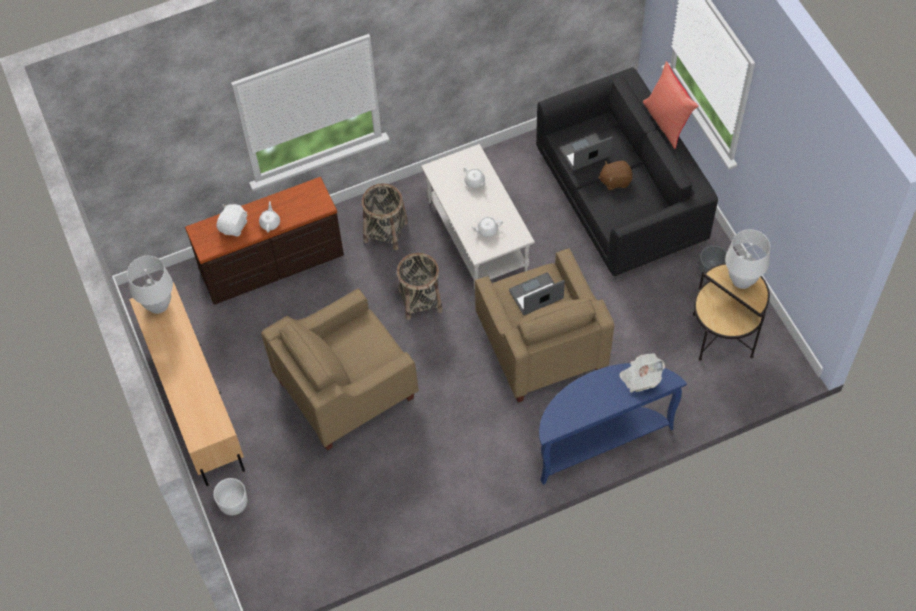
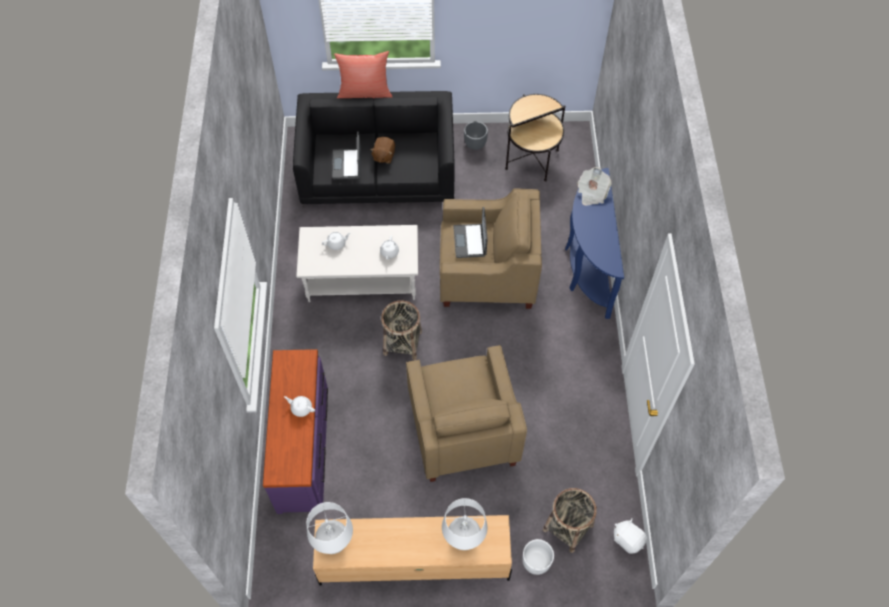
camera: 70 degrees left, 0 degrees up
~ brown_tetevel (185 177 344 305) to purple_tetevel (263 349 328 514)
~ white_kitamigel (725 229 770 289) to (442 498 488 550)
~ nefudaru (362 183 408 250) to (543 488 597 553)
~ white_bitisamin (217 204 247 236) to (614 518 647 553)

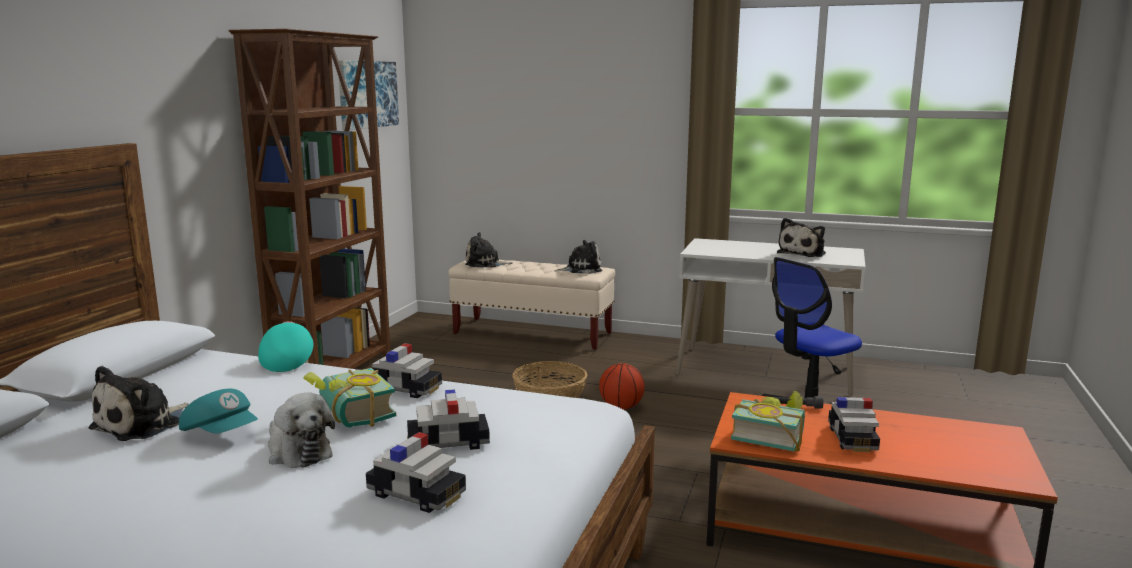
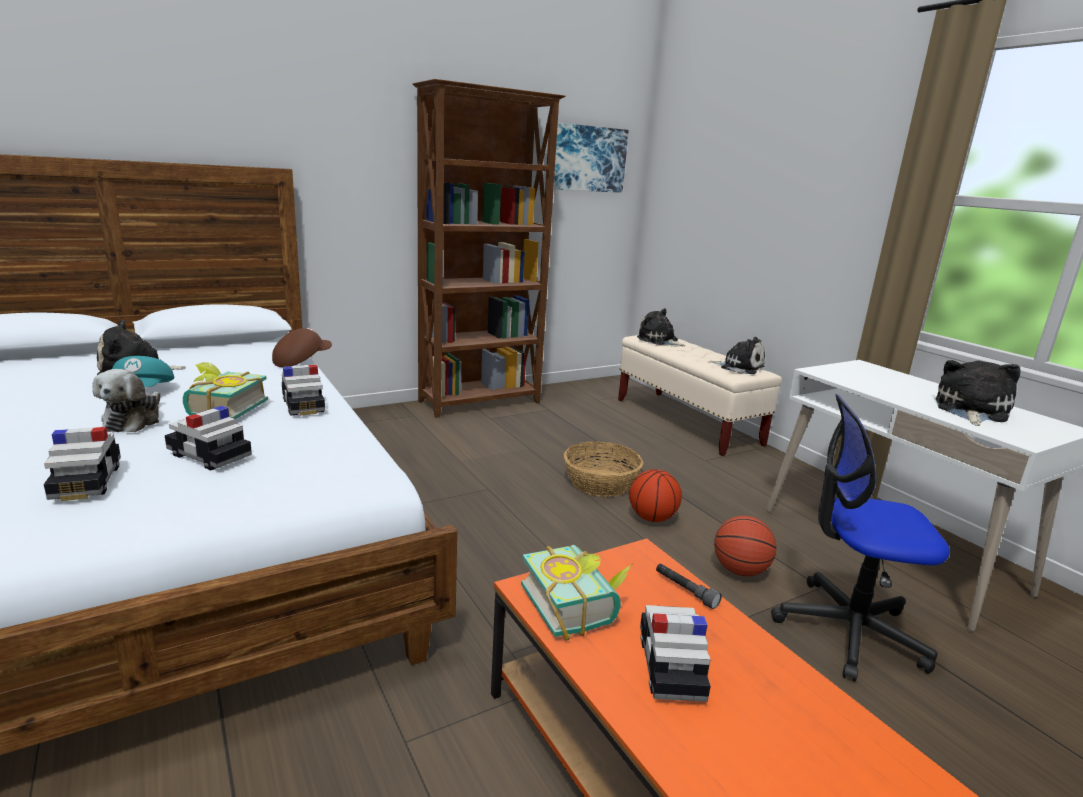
camera: 40 degrees right, 5 degrees up
~ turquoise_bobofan (258 321 313 372) to brown_bobofan (272 328 332 367)
~ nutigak (828 397 880 452) = (640 605 711 702) 135 degrees clockwise
+ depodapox (714 516 776 577)
~ bitisamin (777 218 826 257) = (935 360 1020 426) 135 degrees clockwise

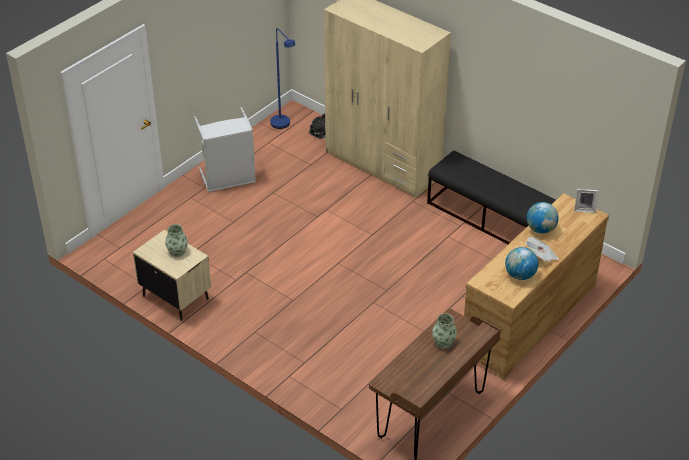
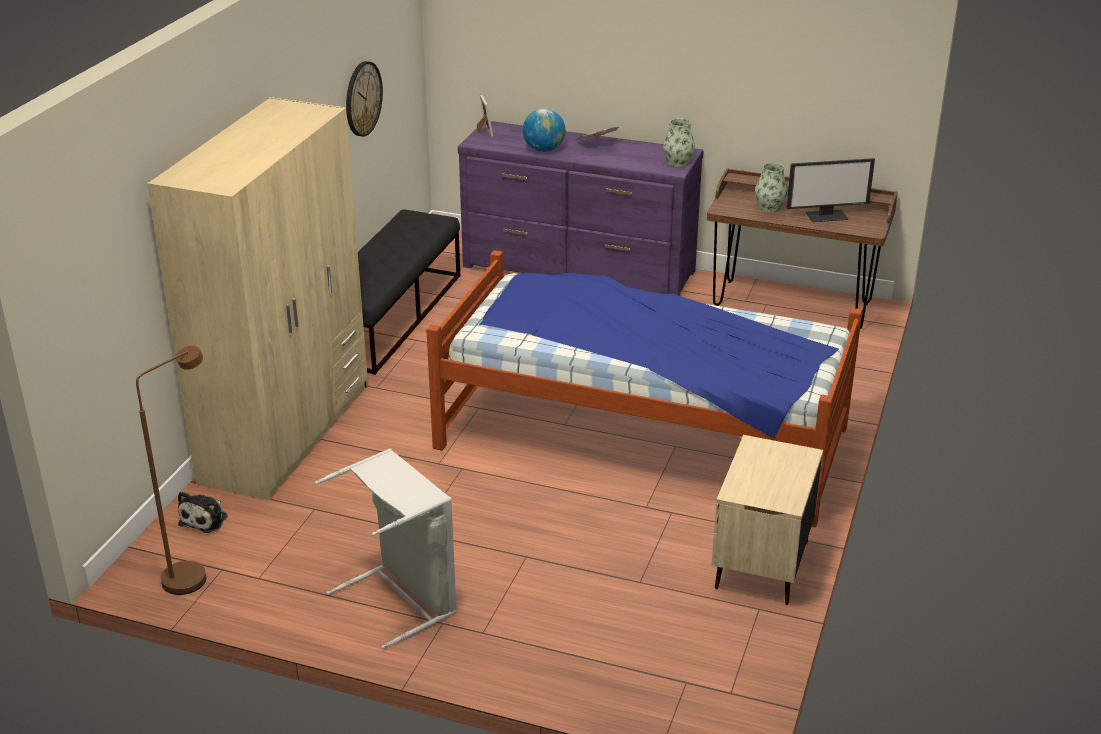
camera: 110 degrees left, 10 degrees down
~ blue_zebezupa (270 28 295 129) to brown_zebezupa (136 346 206 595)
+ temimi (346 61 383 137)
+ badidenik (426 250 862 528)
~ brown_tetevel (464 193 609 381) to purple_tetevel (458 121 704 296)
~ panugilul (165 224 188 257) to (663 118 695 167)
+ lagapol (787 158 875 222)
- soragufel (505 247 538 280)

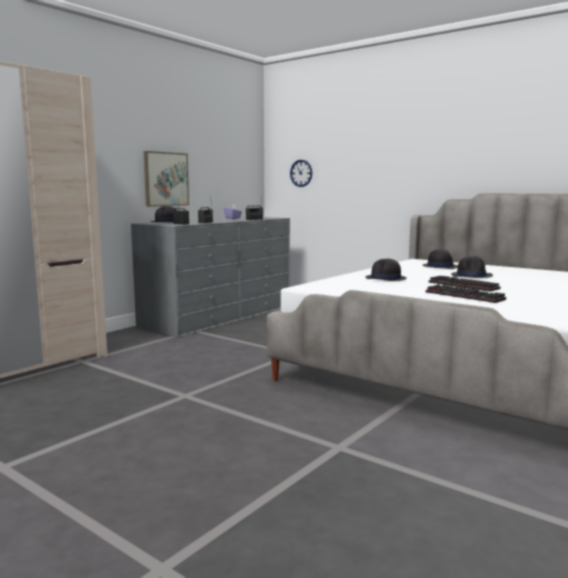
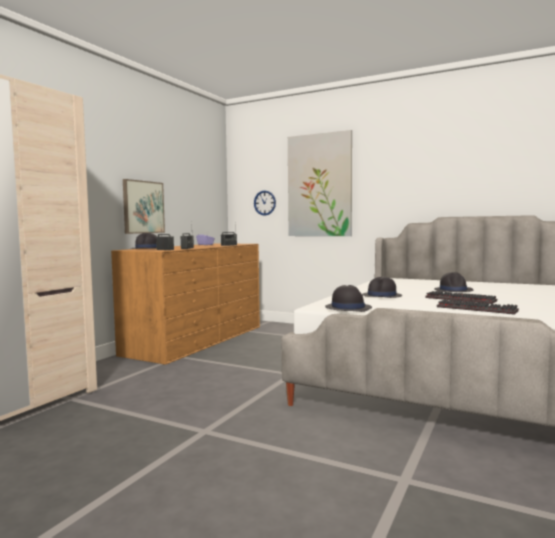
camera: 10 degrees left, 5 degrees down
~ grey_tetevel (131 217 290 337) to brown_tetevel (111 243 260 365)
+ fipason (288 130 352 236)
~ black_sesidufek (423 249 458 269) to (325 285 372 312)

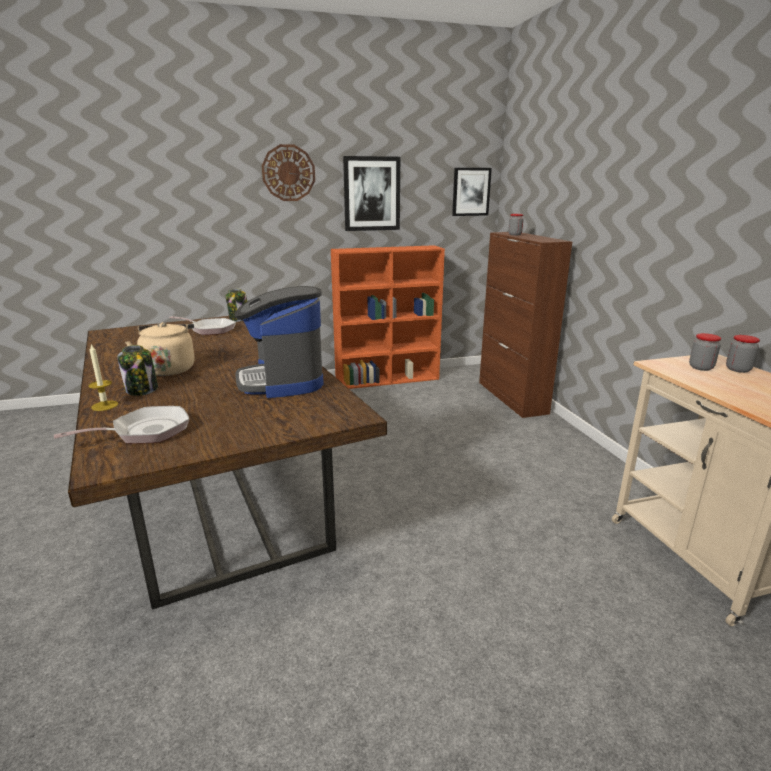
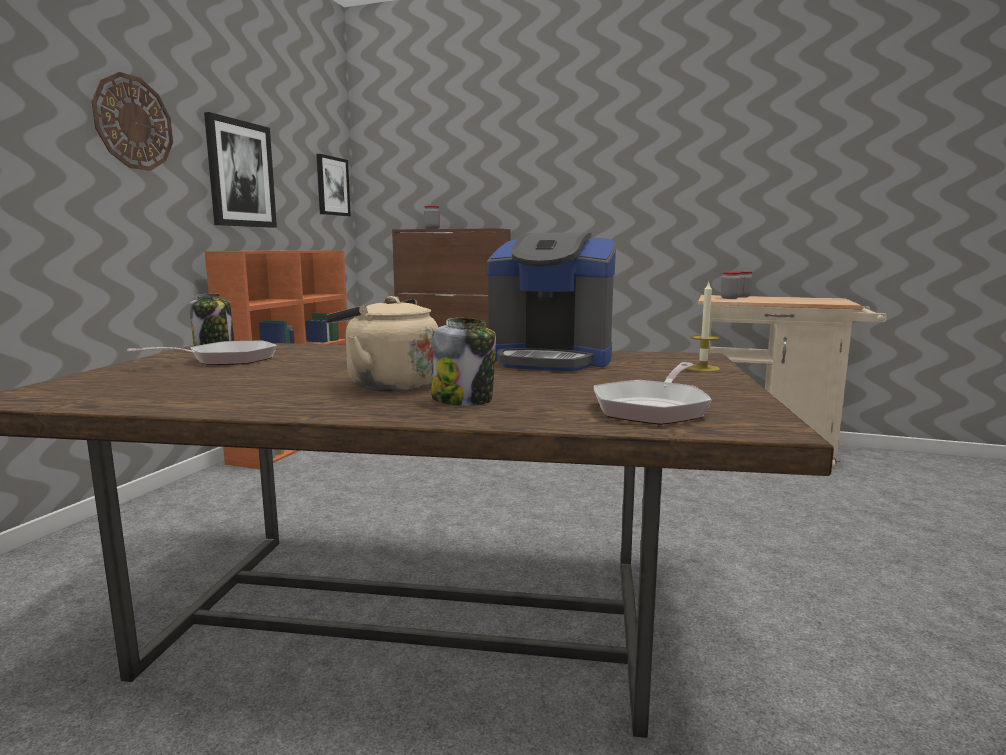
camera: 55 degrees left, 10 degrees down
~ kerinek (54 406 189 444) = (594 362 712 425) 150 degrees counterclockwise
~ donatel (88 344 118 411) to (687 282 720 372)

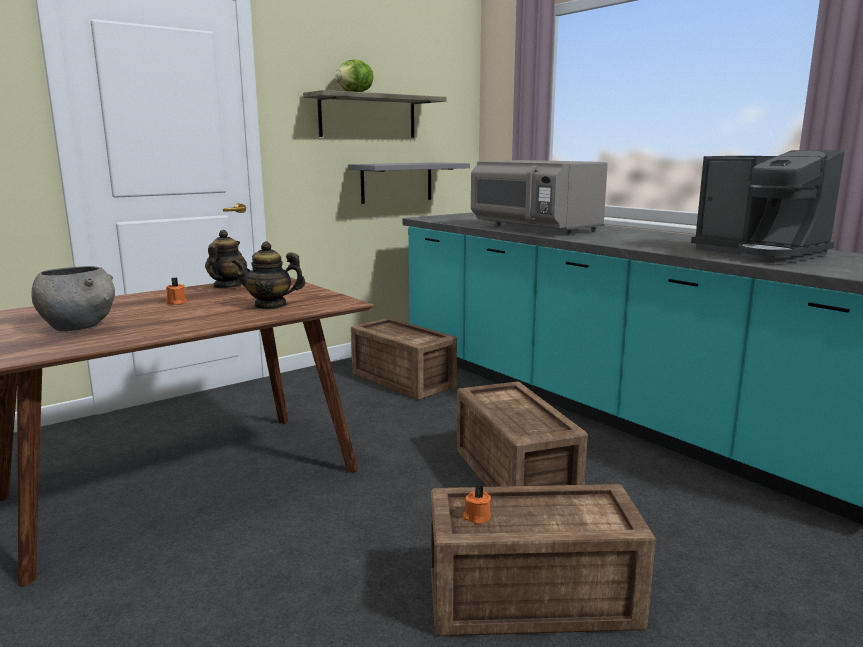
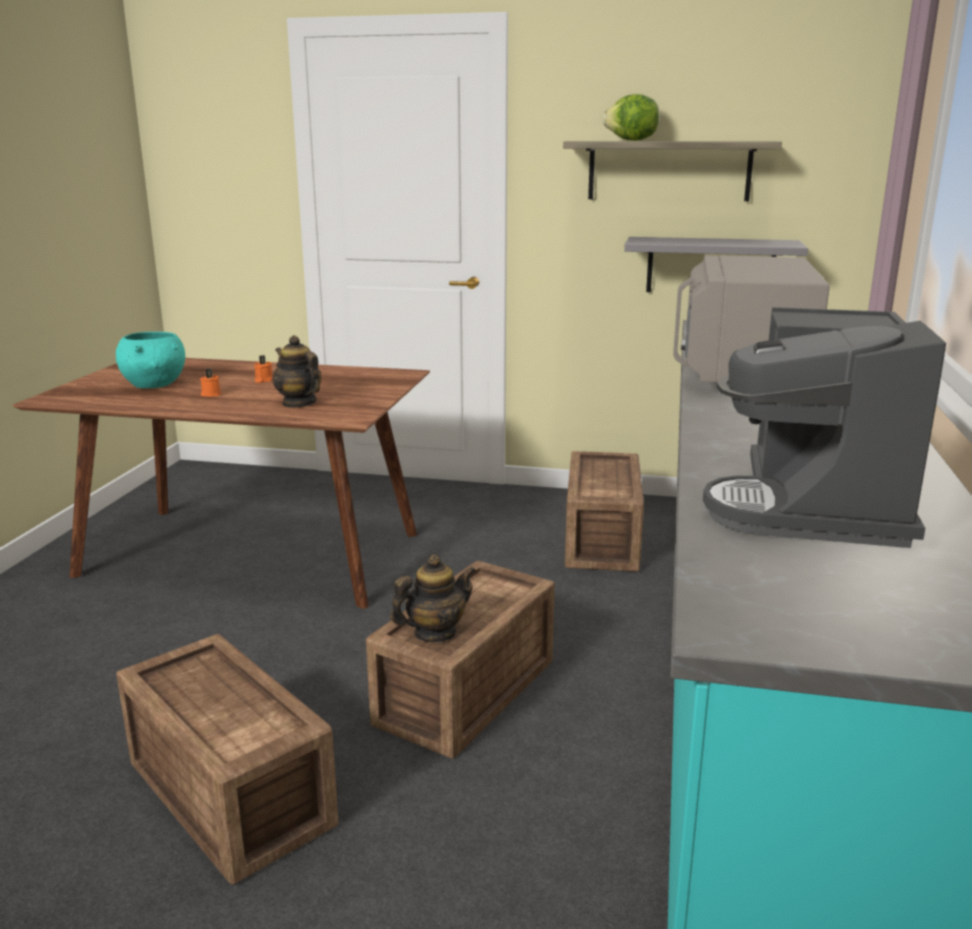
camera: 50 degrees right, 5 degrees up
~ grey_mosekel (31 266 115 331) to turquoise_mosekel (116 332 185 388)
~ orange_donatel (463 485 491 524) to (200 368 222 397)
~ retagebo (205 230 247 288) to (390 554 476 642)

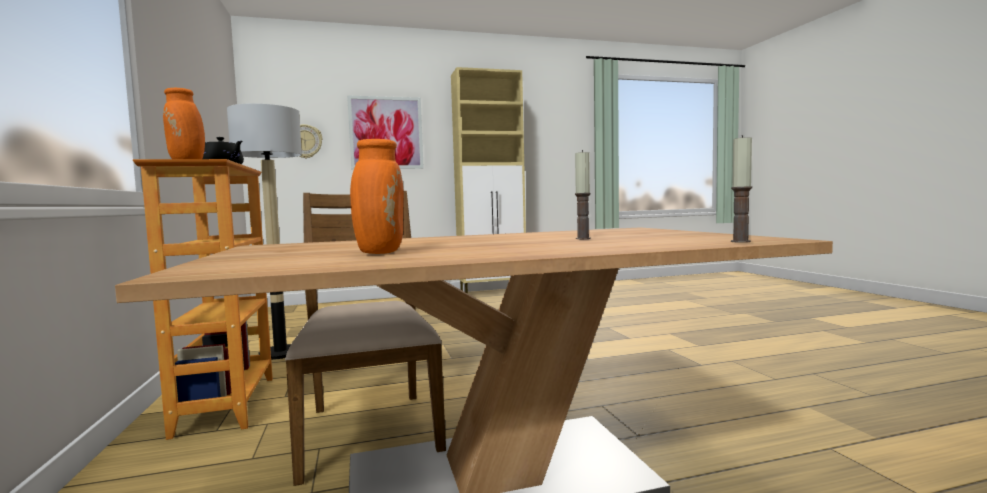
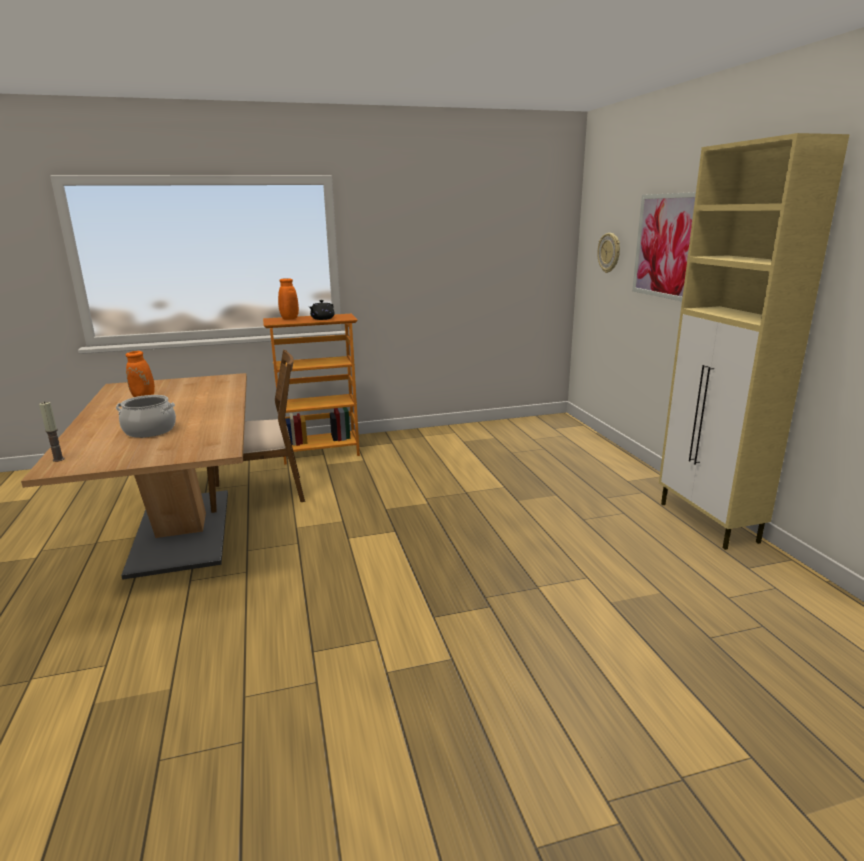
camera: 90 degrees right, 15 degrees up
~ donatel (575 150 591 239) to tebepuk (116 395 176 438)
- zebezupa (227 104 302 360)

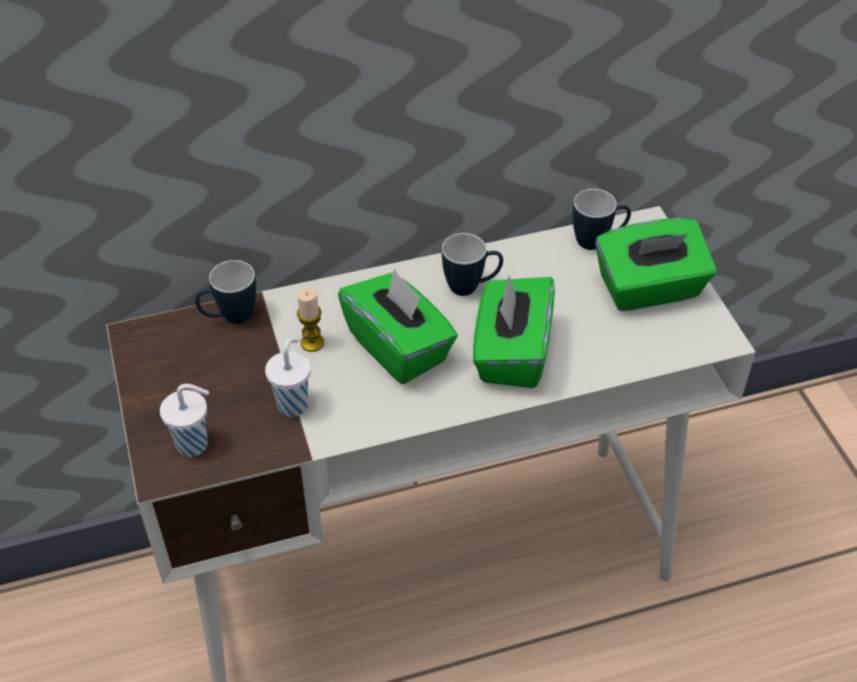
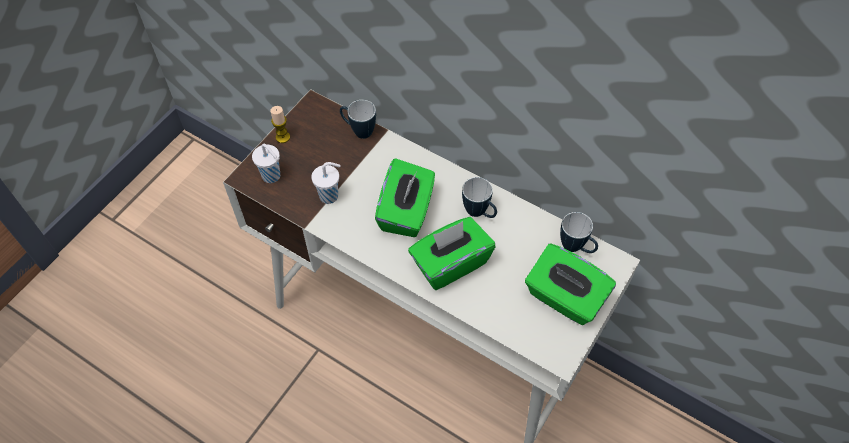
camera: 50 degrees right, 10 degrees up
~ donatel (297 288 324 352) to (270 106 290 143)

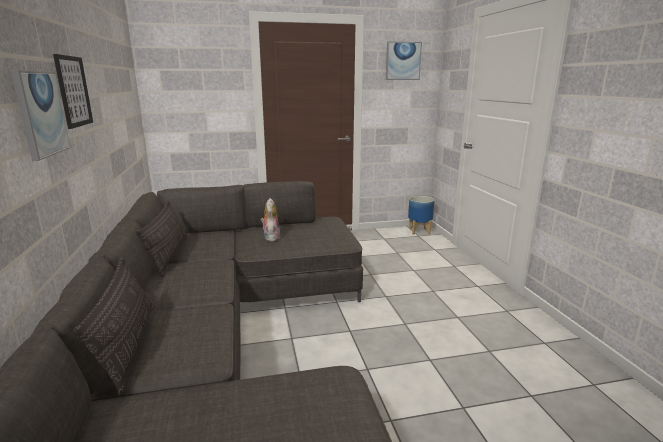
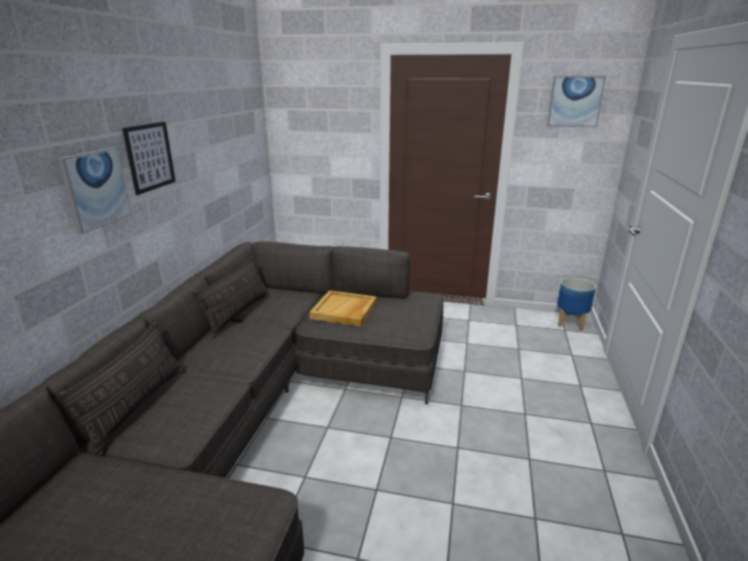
camera: 25 degrees right, 5 degrees up
~ bitisamin (261 198 280 241) to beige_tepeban (309 290 377 327)

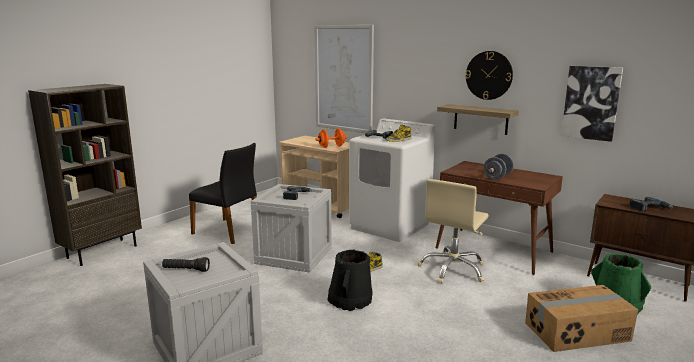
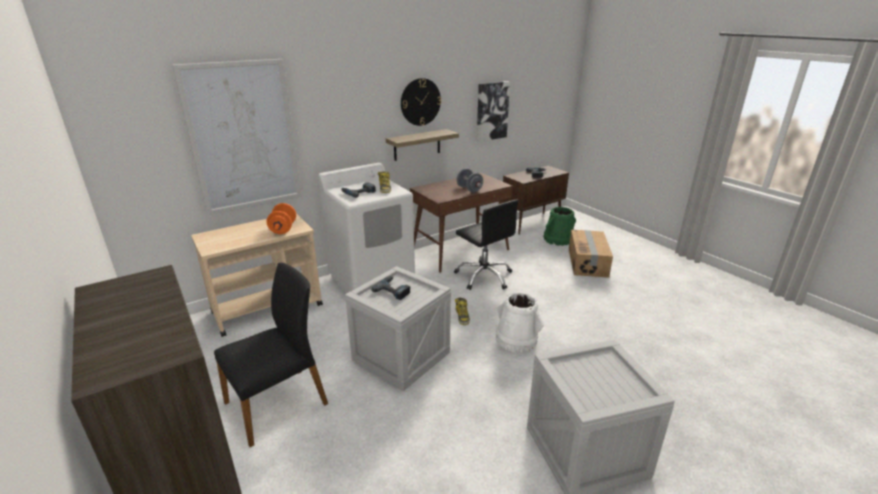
camera: 70 degrees left, 10 degrees up
~ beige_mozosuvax (418 179 489 284) to black_mozosuvax (454 199 519 290)
~ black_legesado (328 250 372 311) to white_legesado (496 293 544 353)
- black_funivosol (162 257 210 272)

